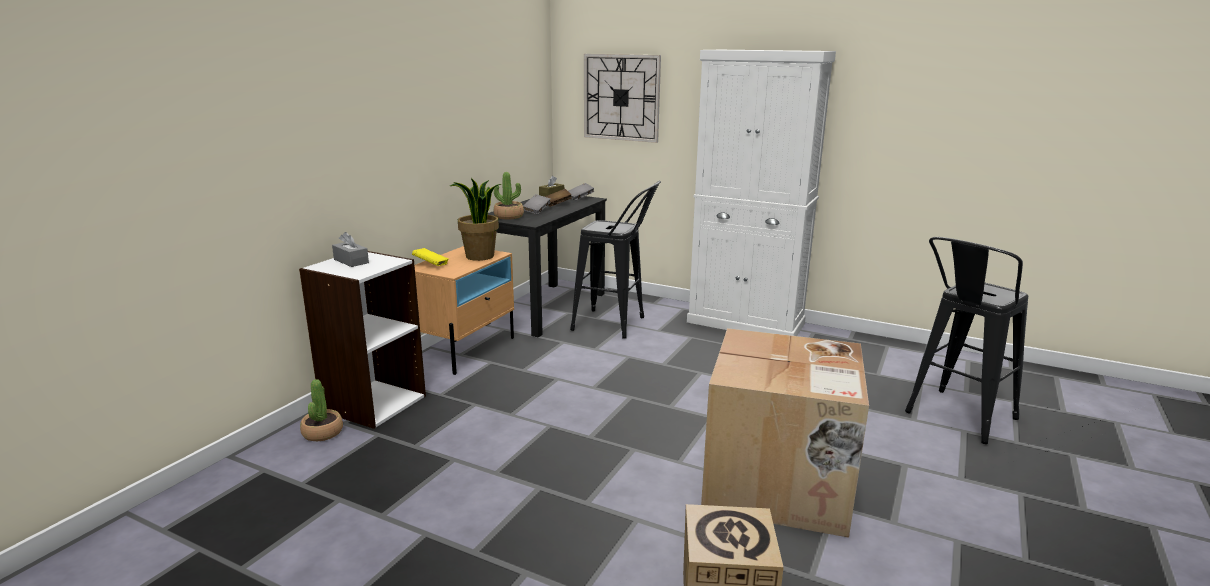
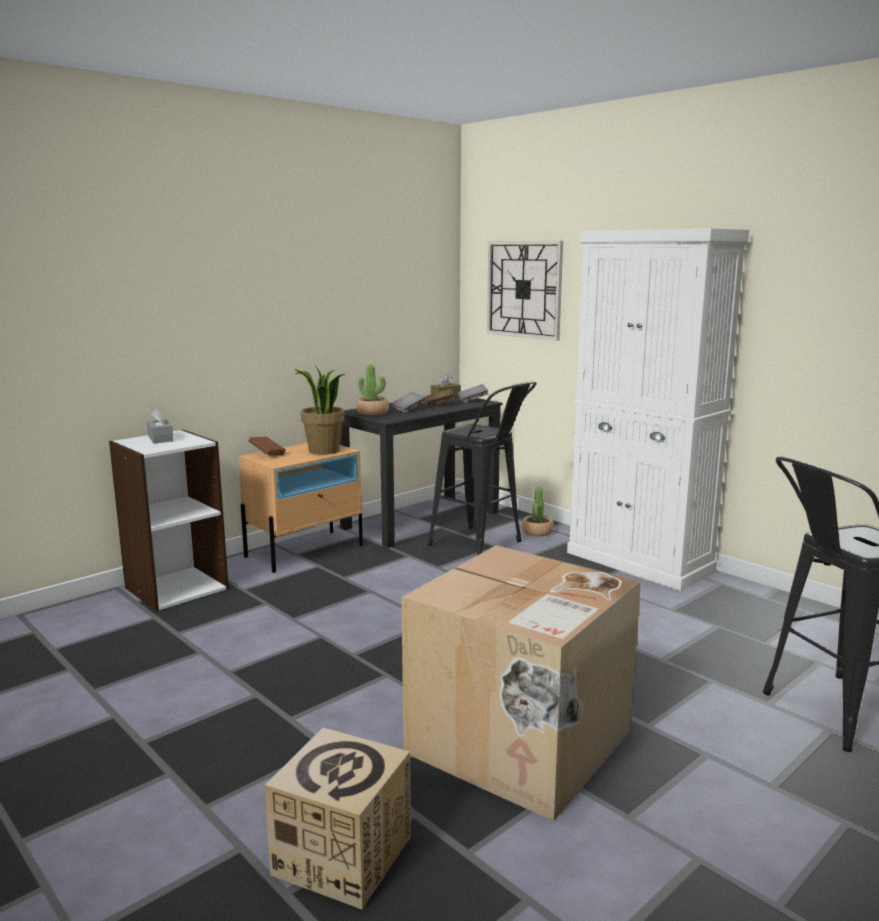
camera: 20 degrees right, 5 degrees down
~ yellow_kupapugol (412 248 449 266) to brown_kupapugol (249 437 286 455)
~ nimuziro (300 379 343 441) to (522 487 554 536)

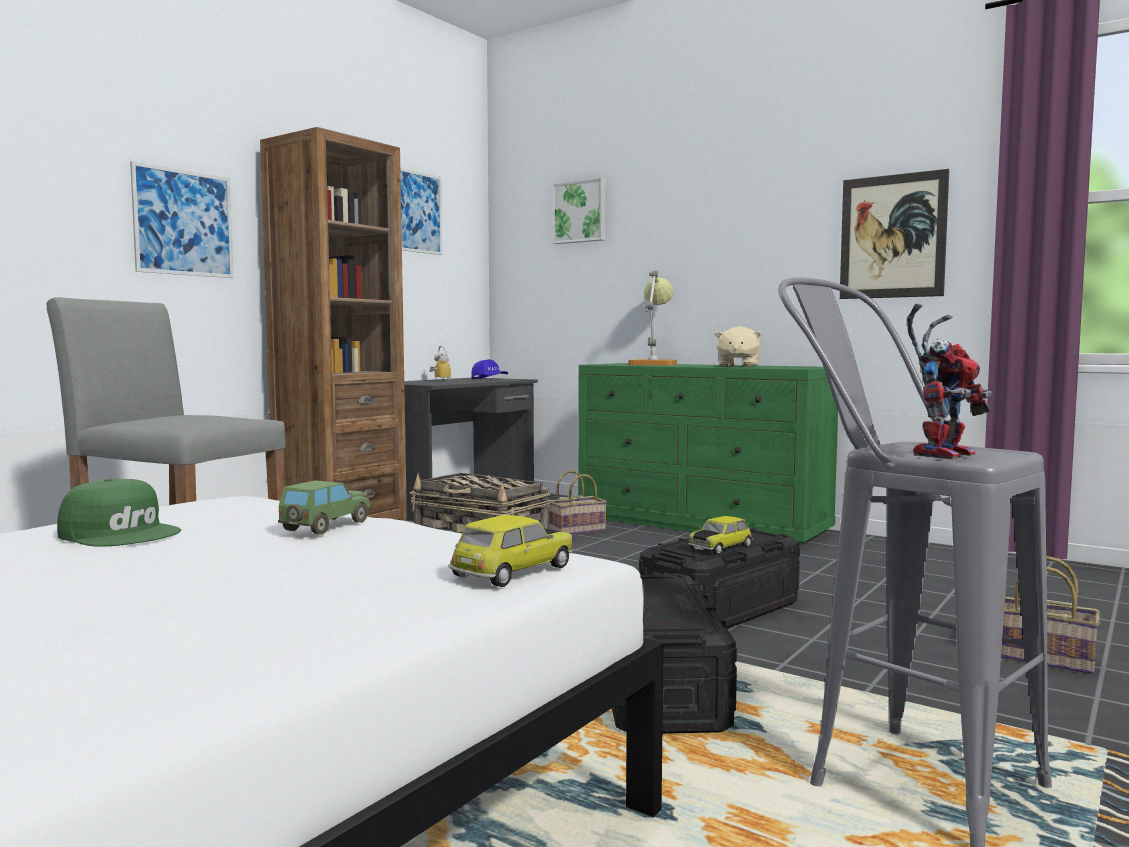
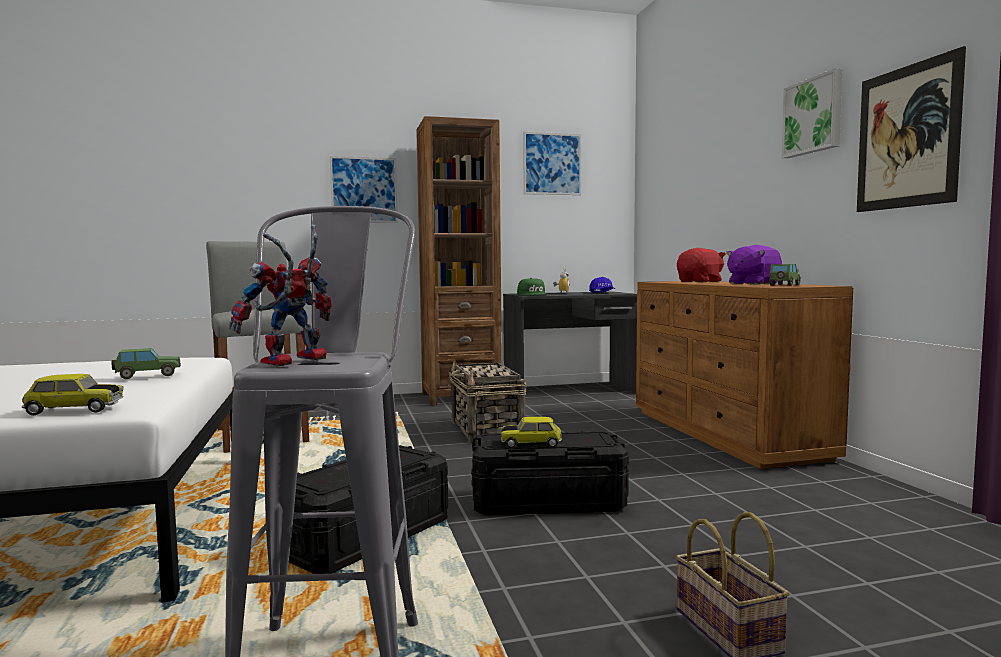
camera: 40 degrees right, 0 degrees up
~ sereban (907 304 992 460) = (229 225 332 366) 135 degrees clockwise
~ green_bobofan (57 478 181 547) to (517 278 550 295)
~ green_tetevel (578 363 838 546) to brown_tetevel (636 281 853 469)
~ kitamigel (628 270 677 365) to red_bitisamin (677 248 725 282)
~ beige_bitisamin (715 326 761 367) to purple_bitisamin (726 245 782 285)
+ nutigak (769 264 801 286)
~ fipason (552 178 605 244) to (782 68 843 158)
- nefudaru (549 470 607 535)

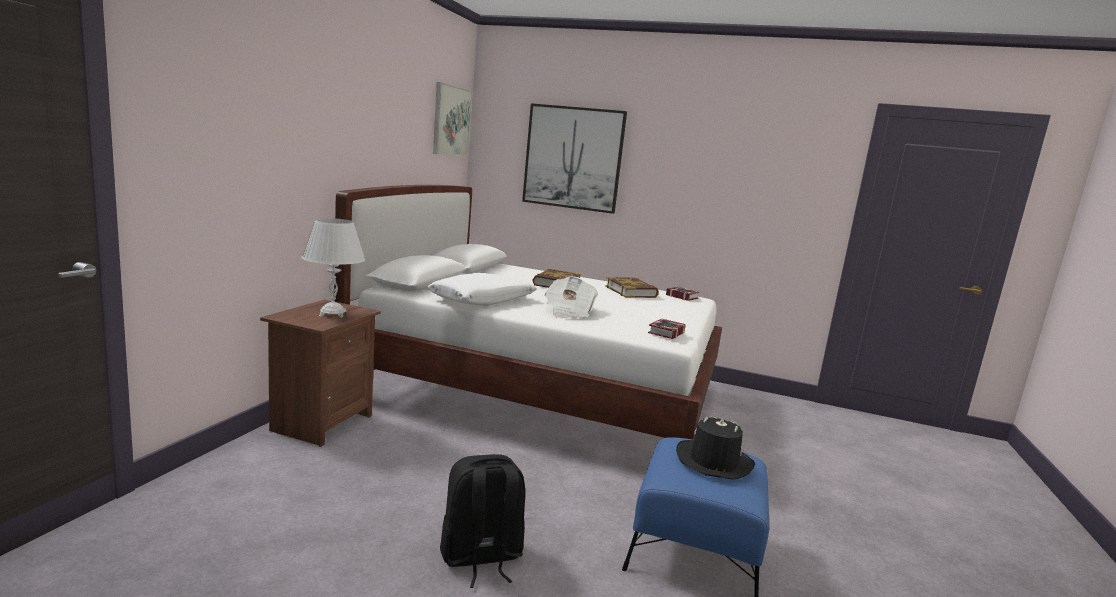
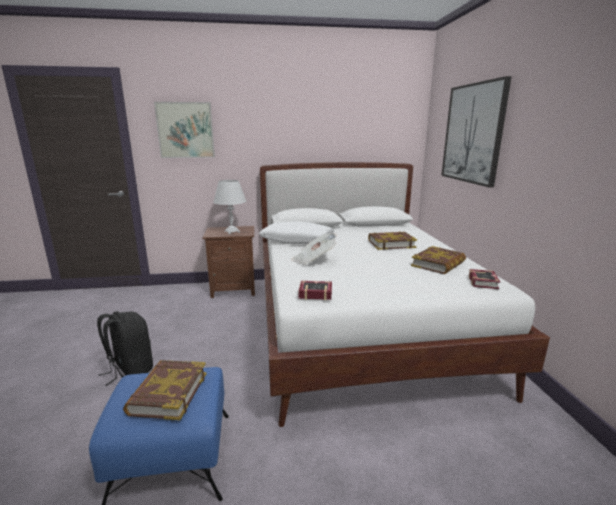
camera: 65 degrees right, 5 degrees up
~ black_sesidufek (676 415 755 480) to kupapugol (123 360 207 420)
~ fipason (433 82 472 156) to (154 102 215 158)

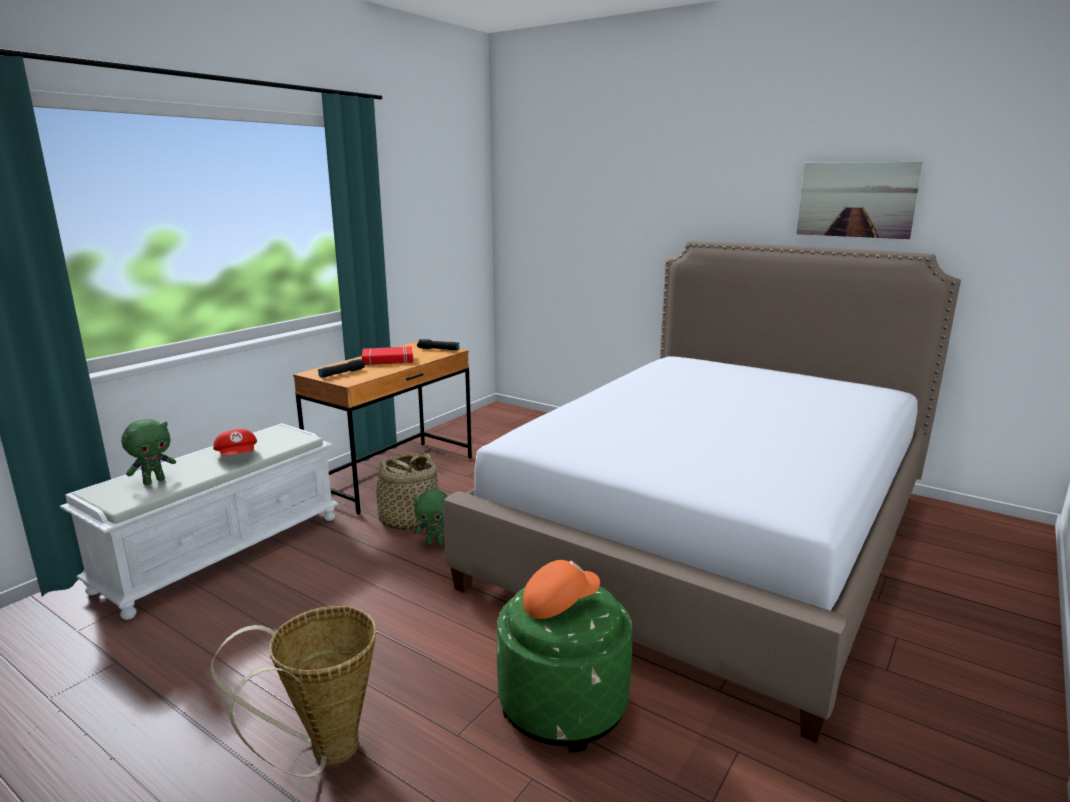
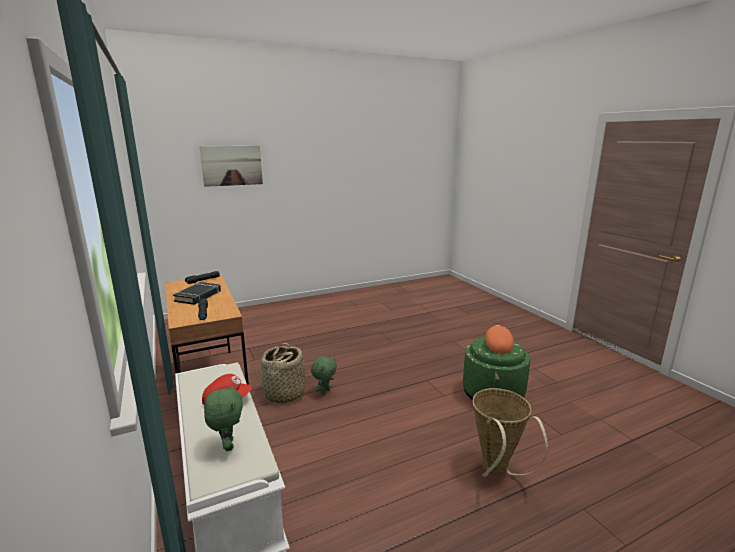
camera: 60 degrees left, 0 degrees up
~ red_kupapugol (362 346 413 365) to black_kupapugol (173 282 221 305)
~ fipason (796 162 923 239) to (199 146 263 187)
- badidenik (443 241 961 743)

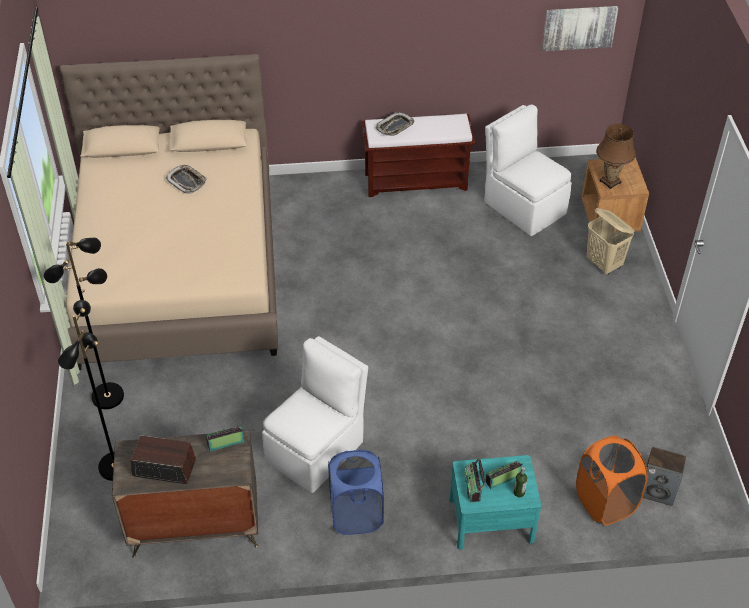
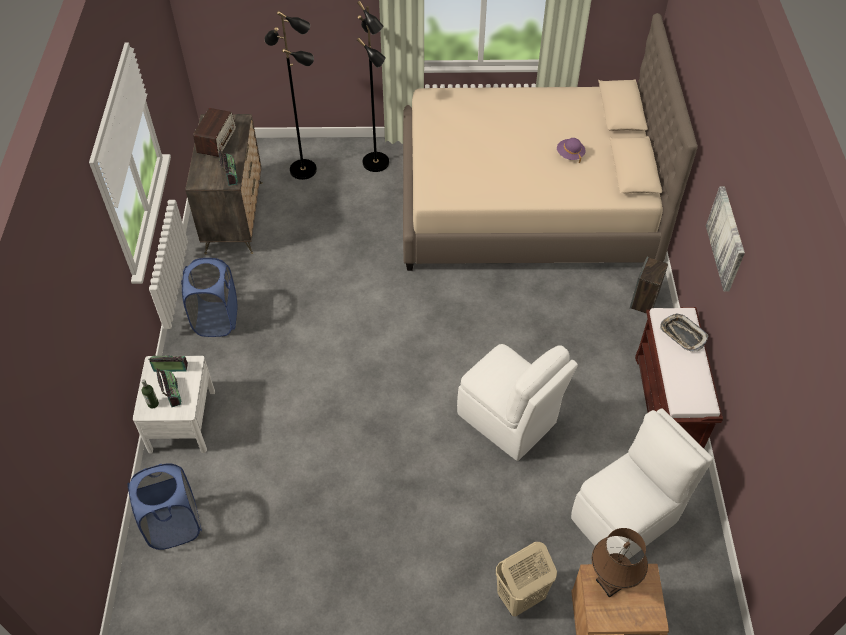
camera: 95 degrees right, 5 degrees up
~ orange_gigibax (576 435 648 525) to blue_gigibax (128 463 202 550)
~ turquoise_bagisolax (450 455 541 550) to white_bagisolax (133 356 215 454)
~ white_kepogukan (262 336 368 493) to (457 344 578 461)
~ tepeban (165 165 207 194) to purple_sesidufek (557 138 586 163)
~ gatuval (643 447 686 506) to (630 257 668 314)
~ fipason (542 6 618 51) to (706 186 745 292)

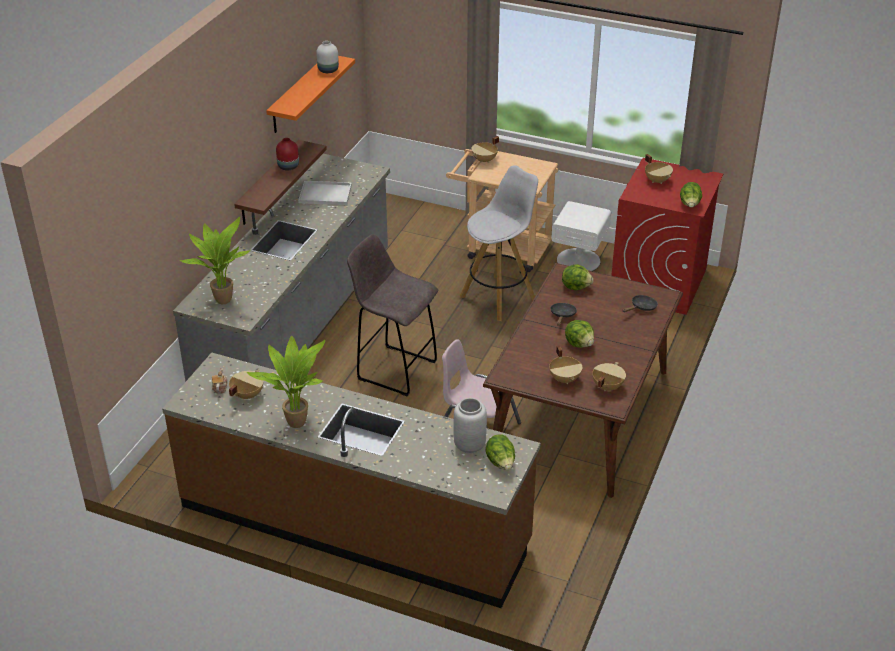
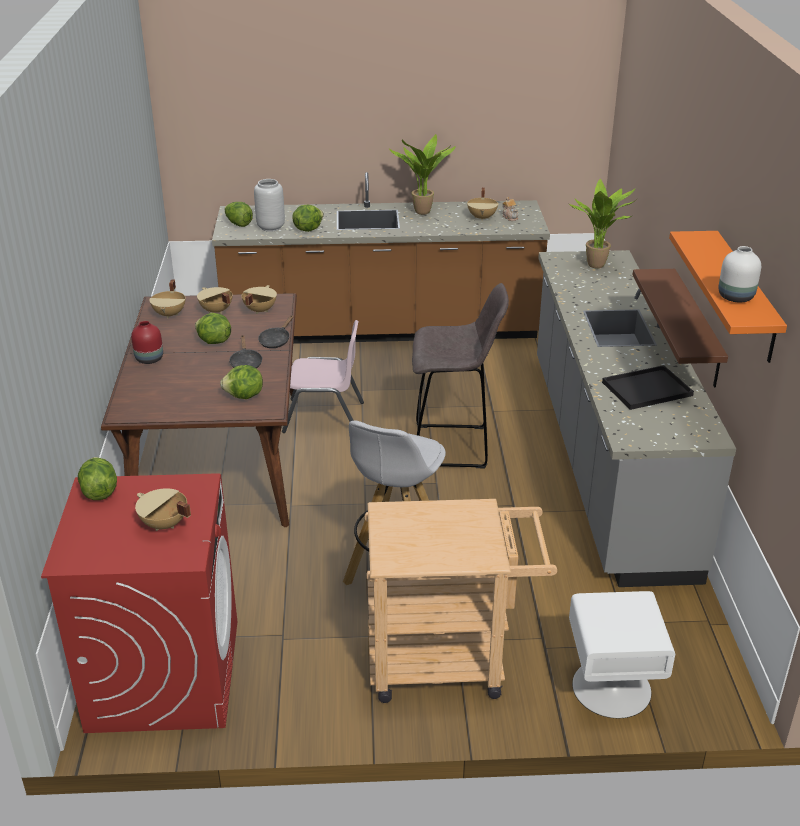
camera: 155 degrees right, 5 degrees down
~ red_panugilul (276 138 299 170) to (131 321 163 364)
~ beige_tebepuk (471 136 499 163) to (242 285 277 314)
~ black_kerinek (622 295 658 312) to (258 315 294 348)
+ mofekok (292 205 324 232)
~ white_bagisolax (551 201 611 271) to (569 591 675 718)
~ white_tepeban (298 181 352 205) to black_tepeban (602 365 694 410)

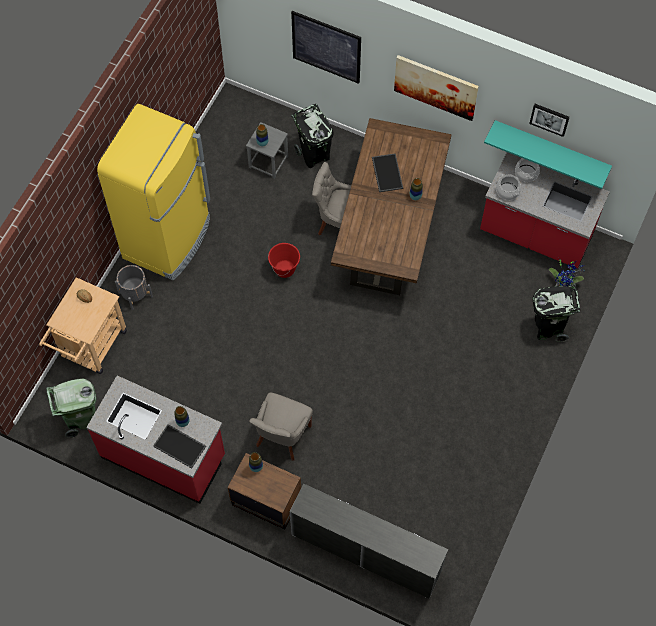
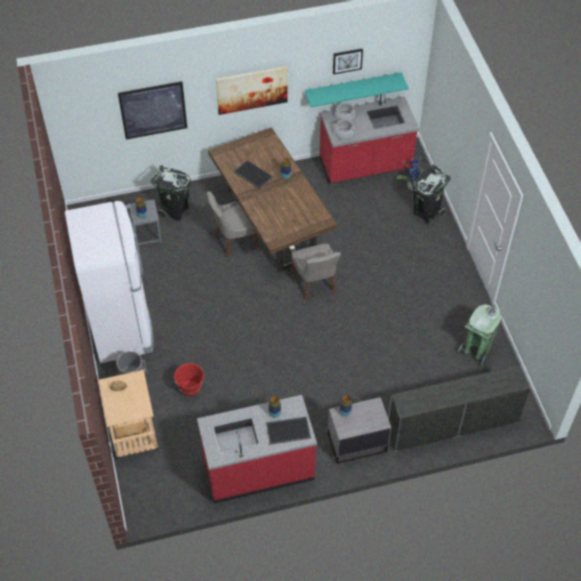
camera: 40 degrees left, 10 degrees down
~ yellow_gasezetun (97 104 210 280) to white_gasezetun (65 201 154 363)
~ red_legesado (268 243 300 278) to (174 363 204 396)
~ grey_kepogukan (249 393 313 461) to (292 243 341 300)
~ brown_bagisolax (228 453 301 530) to grey_bagisolax (328 397 391 464)
~ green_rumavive (46 379 97 438) to (457 304 502 367)

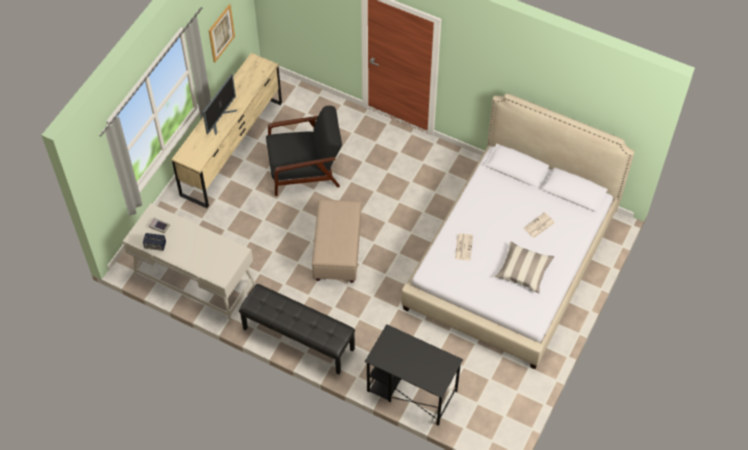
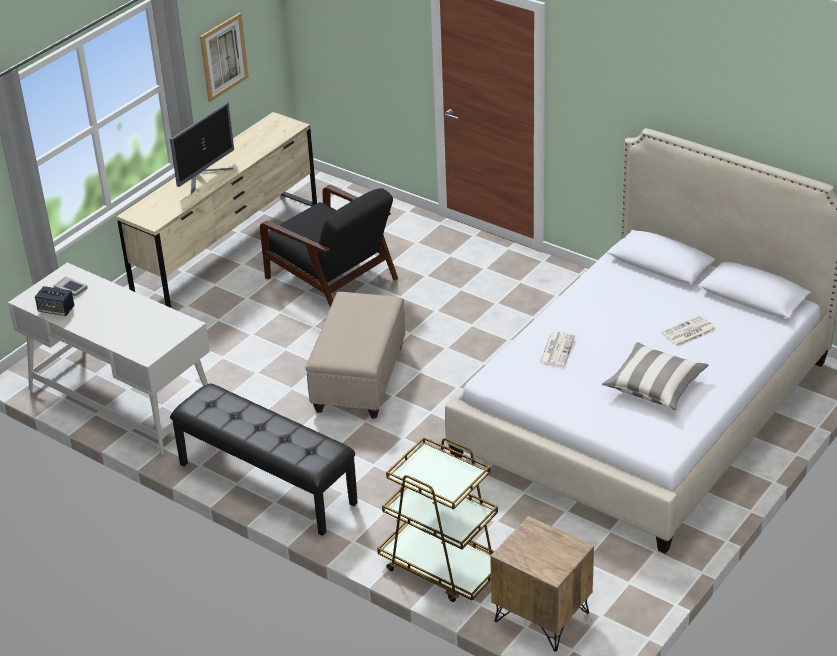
camera: 10 degrees right, 20 degrees down
~ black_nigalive (266 106 342 196) = (260 185 398 307) 45 degrees clockwise
~ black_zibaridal (365 324 463 425) to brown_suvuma (377 437 498 602)
+ brown_bagisolax (490 516 594 652)

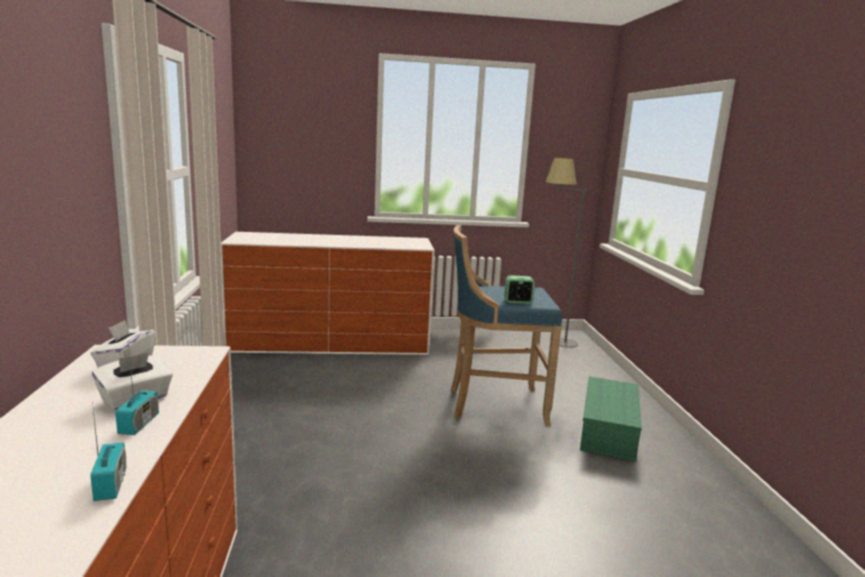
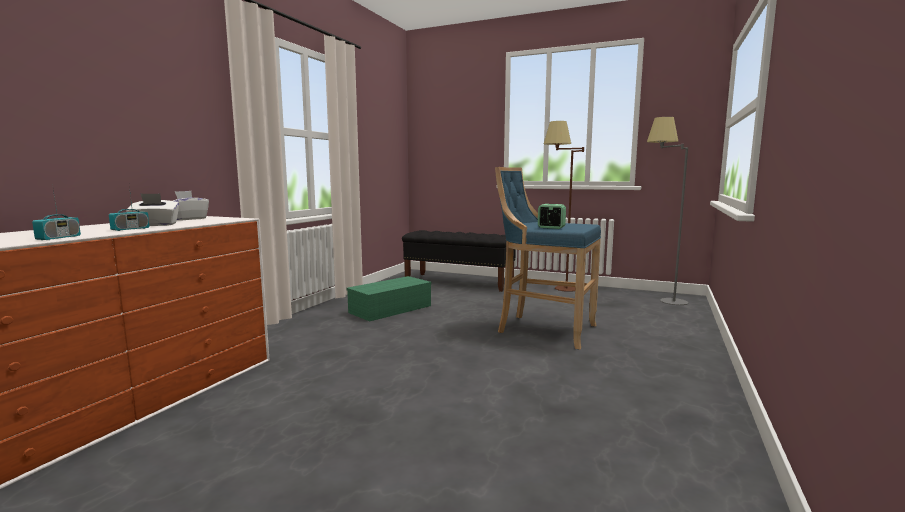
camera: 30 degrees right, 5 degrees down
~ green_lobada (580 377 642 461) to (346 276 432 321)
~ tetevel (221 232 434 355) to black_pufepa (402 230 516 292)
+ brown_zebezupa (544 121 584 292)

